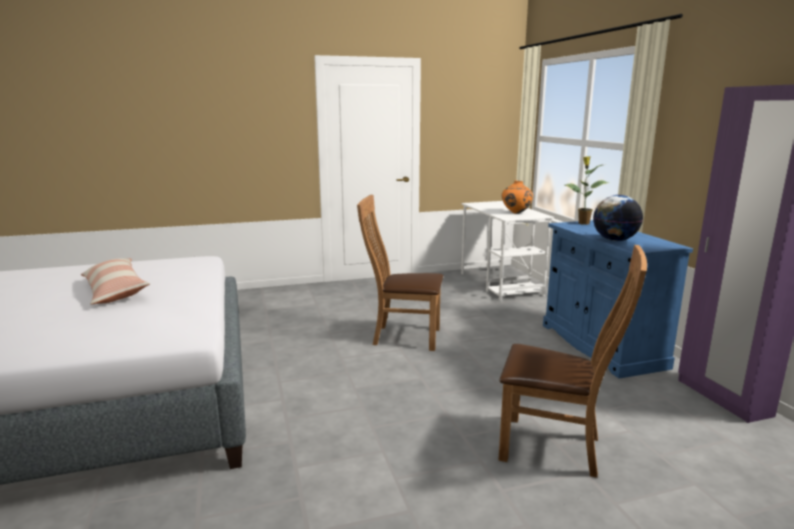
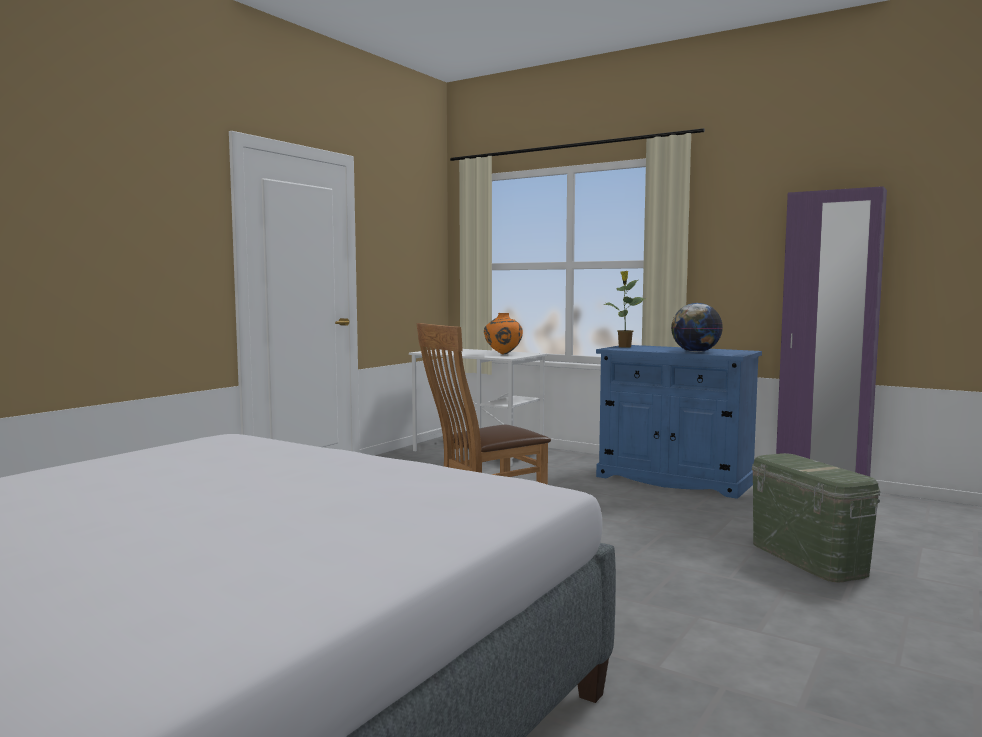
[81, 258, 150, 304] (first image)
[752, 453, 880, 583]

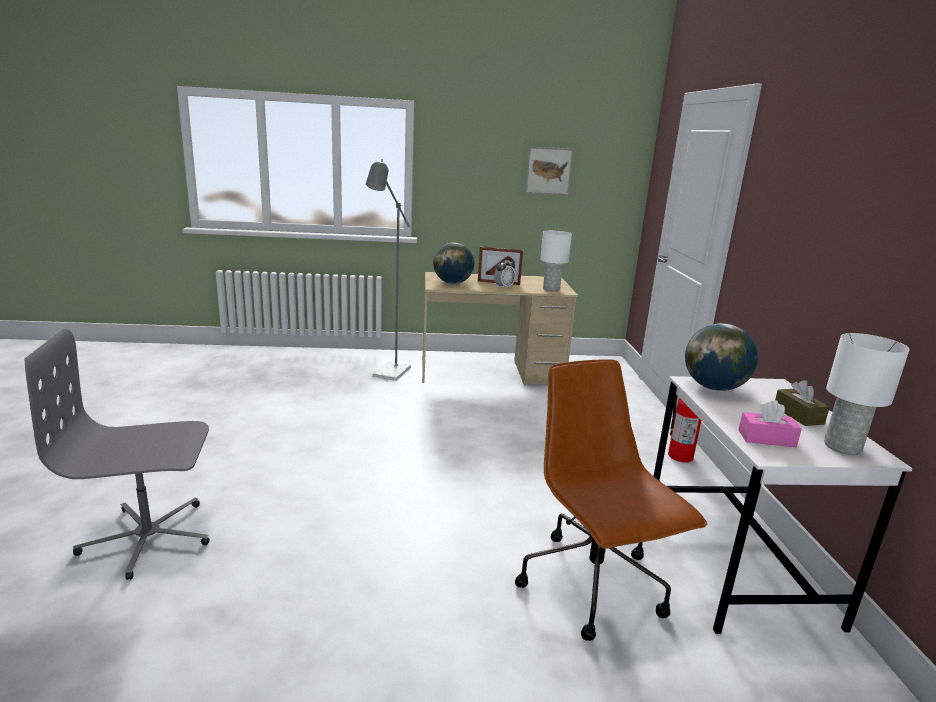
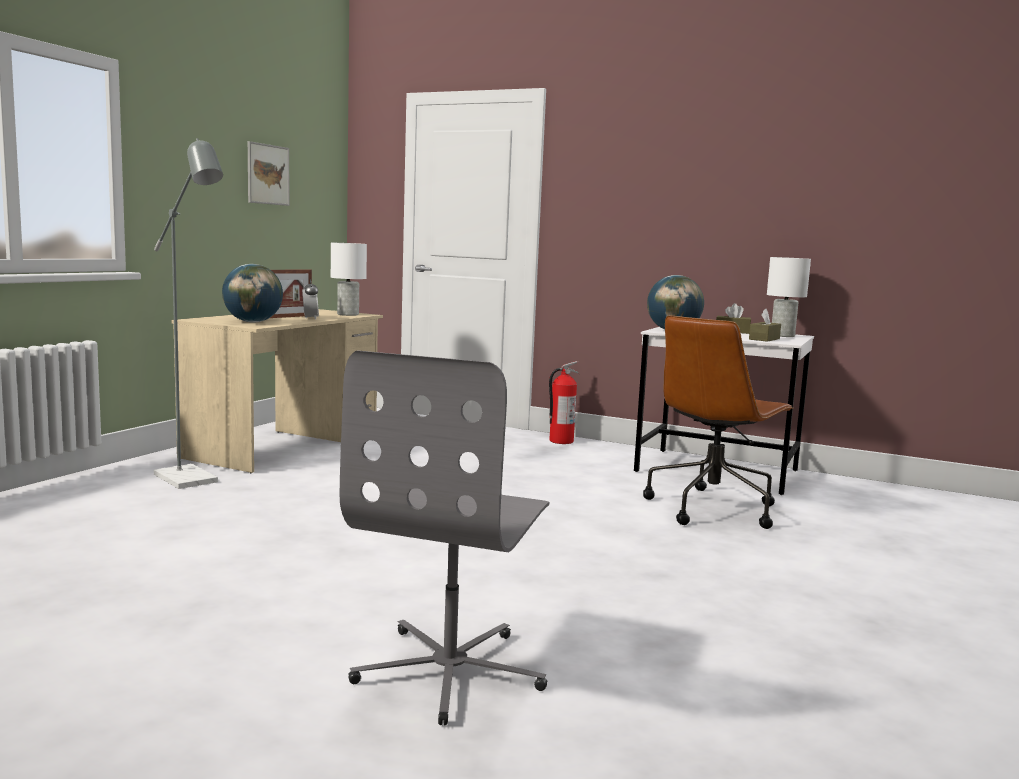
[749, 309, 781, 342]
[643, 316, 793, 529]

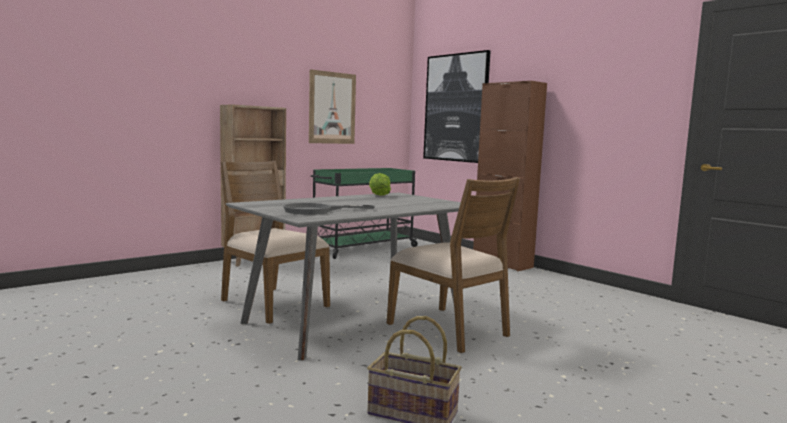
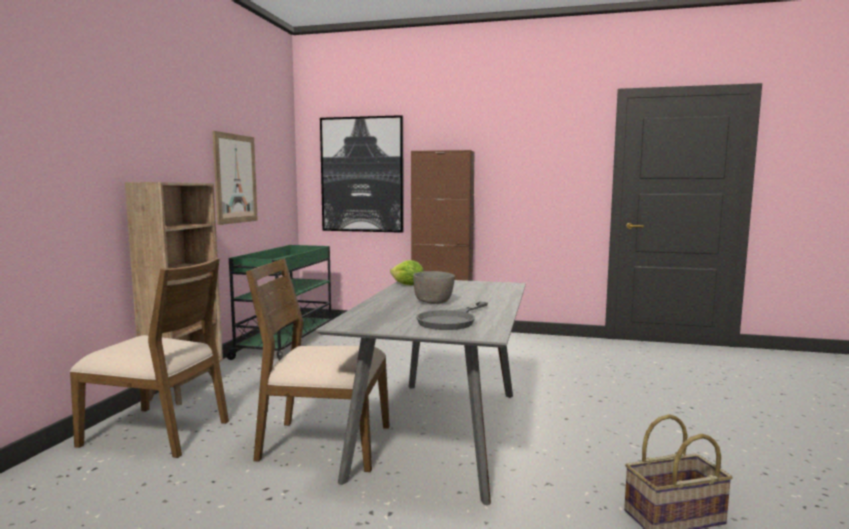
[413, 271, 455, 304]
[69, 257, 229, 458]

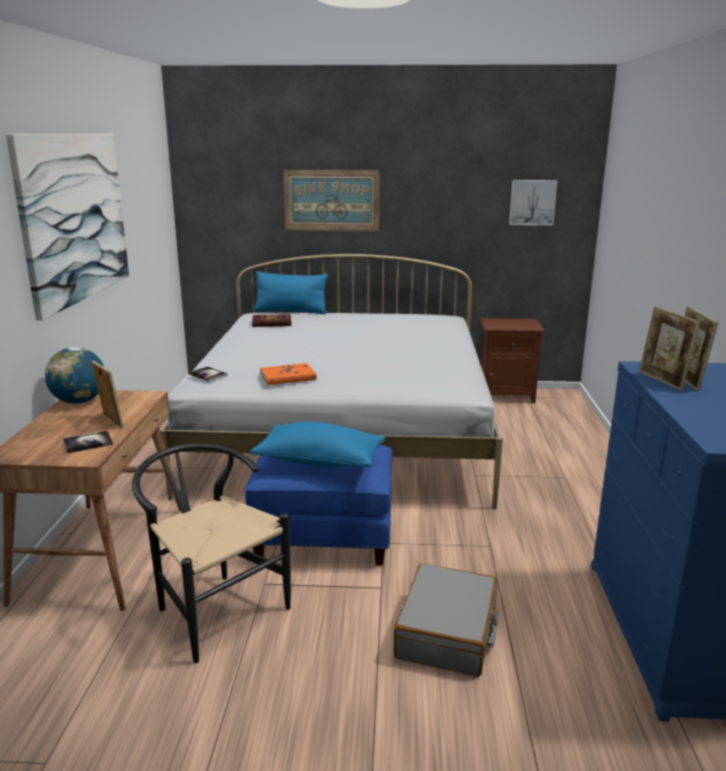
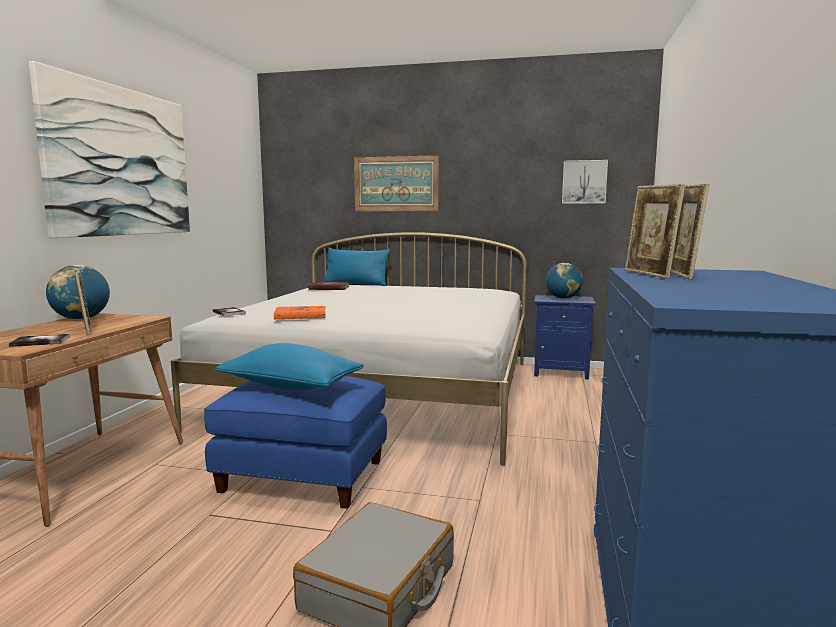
[132, 443, 291, 663] (first image)
[546, 263, 583, 299]
[534, 295, 596, 380]

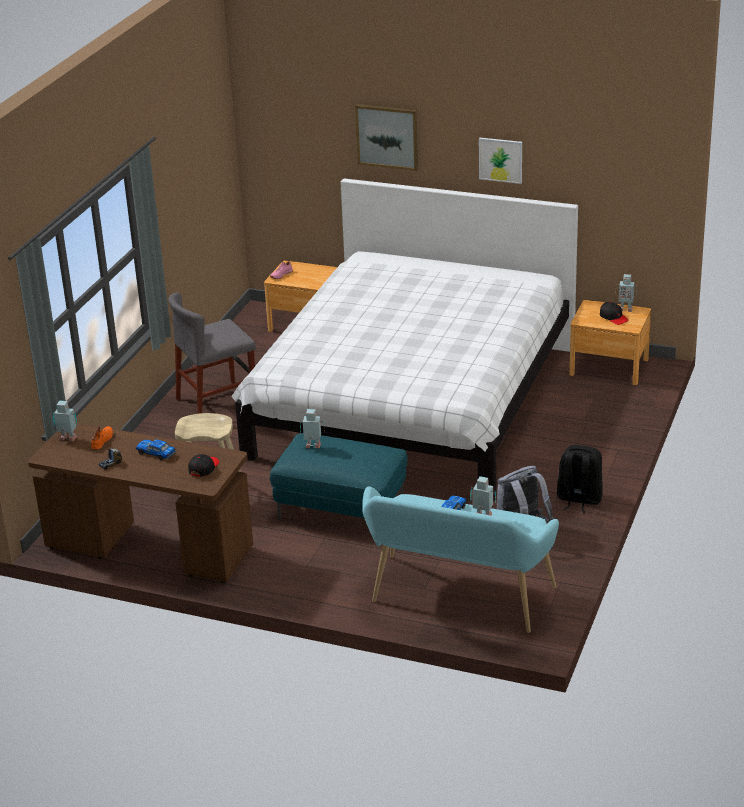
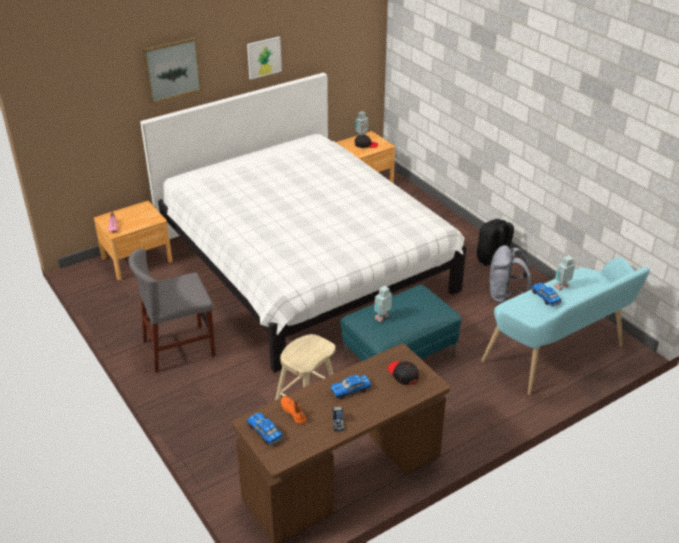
[247, 412, 284, 445]
[129, 248, 216, 373]

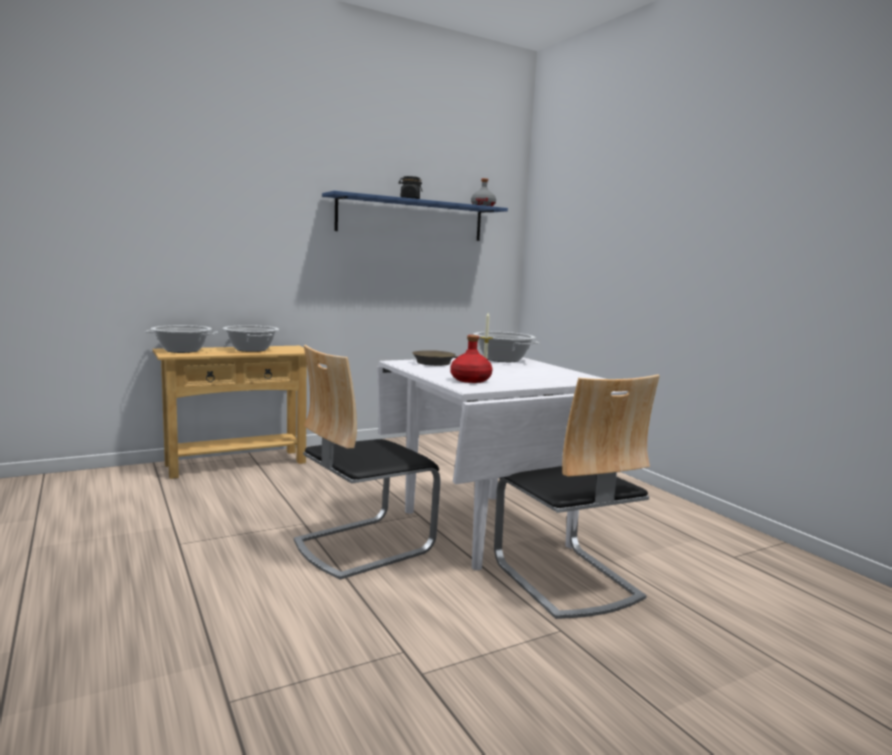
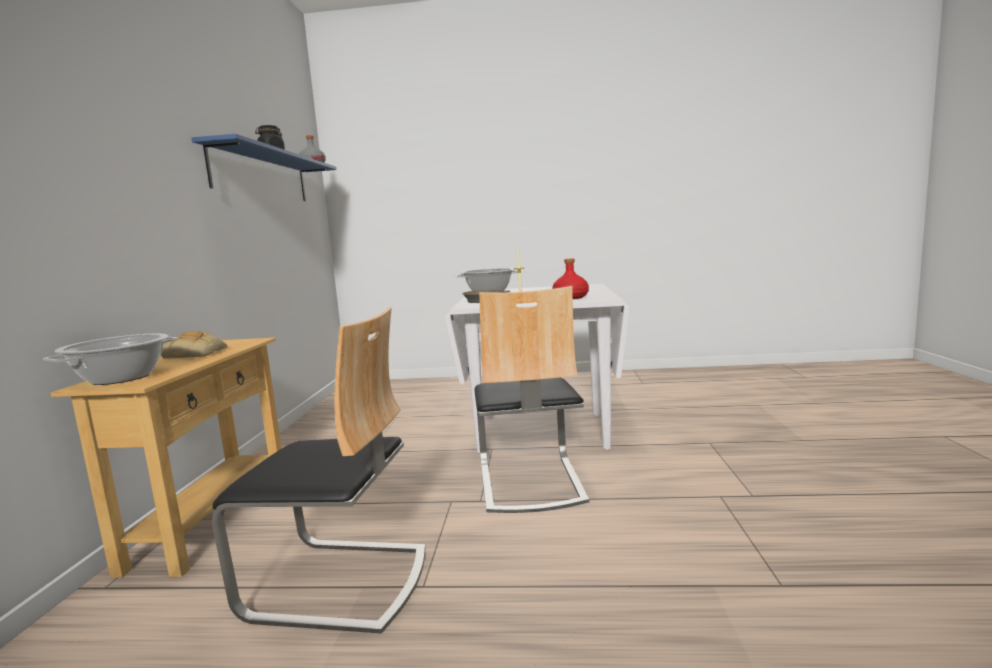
[212, 307, 425, 634]
[161, 331, 227, 359]

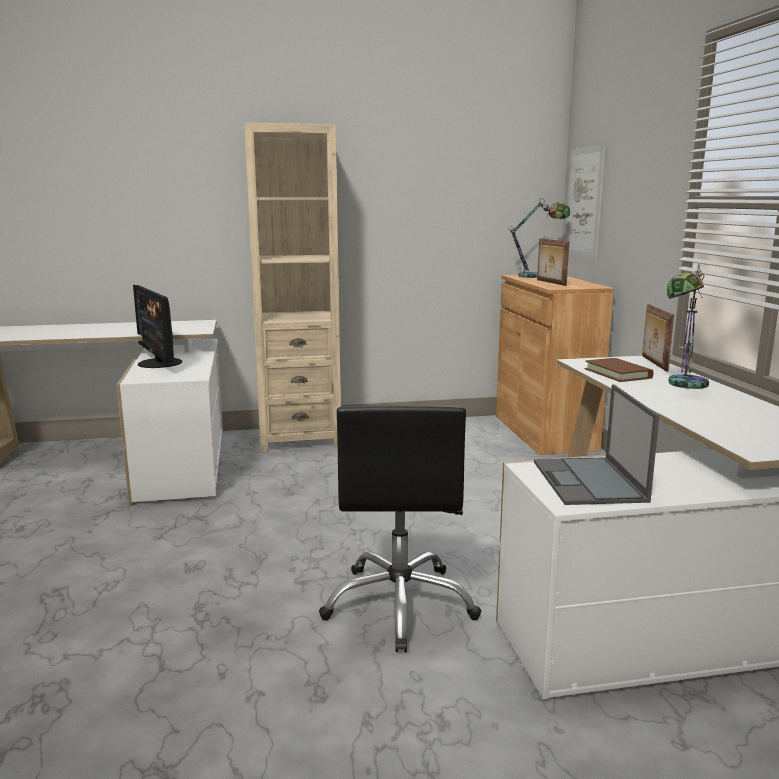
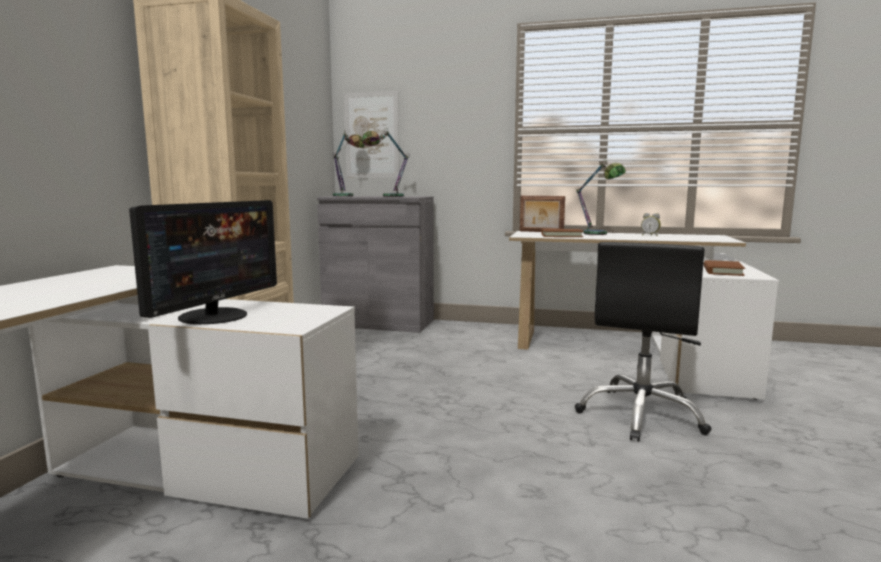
[641, 213, 661, 236]
[704, 260, 745, 276]
[362, 128, 410, 197]
[317, 196, 434, 333]
[129, 200, 277, 324]
[575, 242, 711, 442]

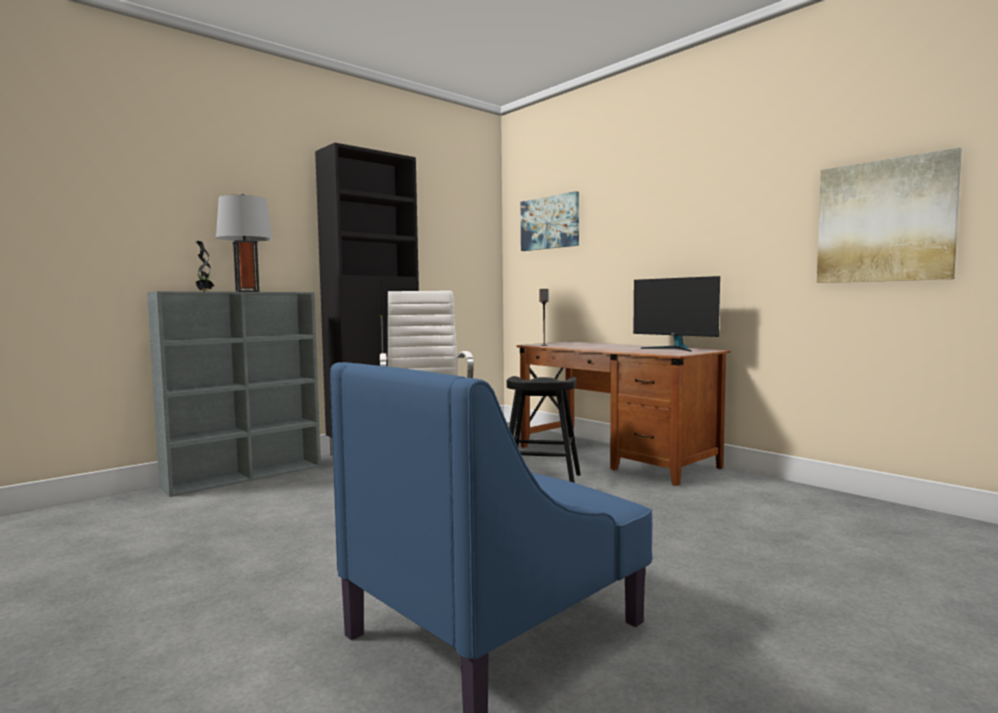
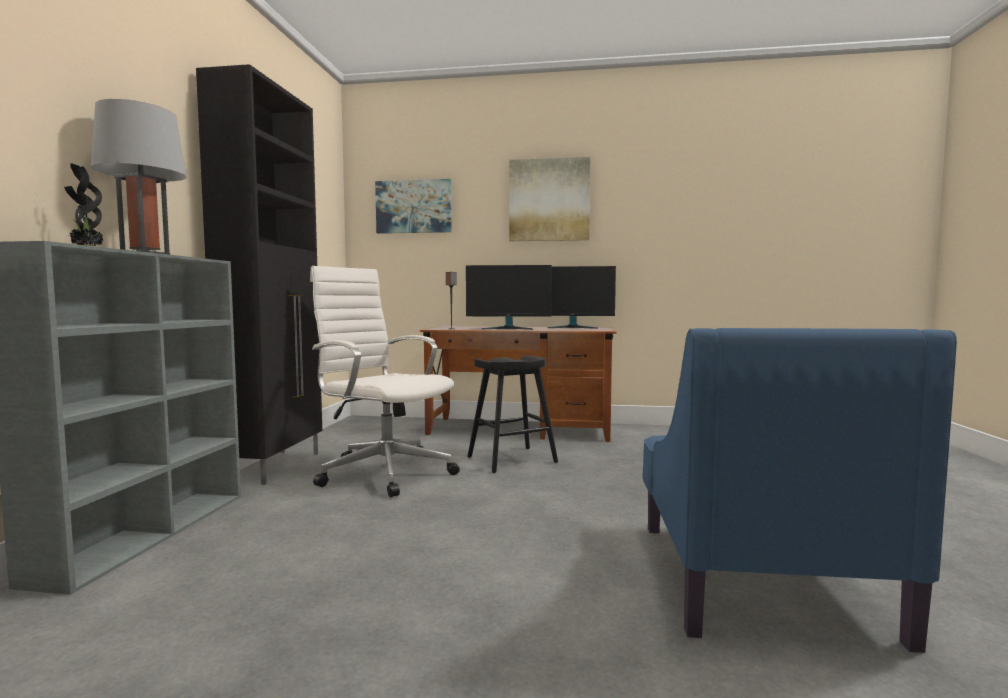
[466, 265, 552, 330]
[509, 157, 590, 241]

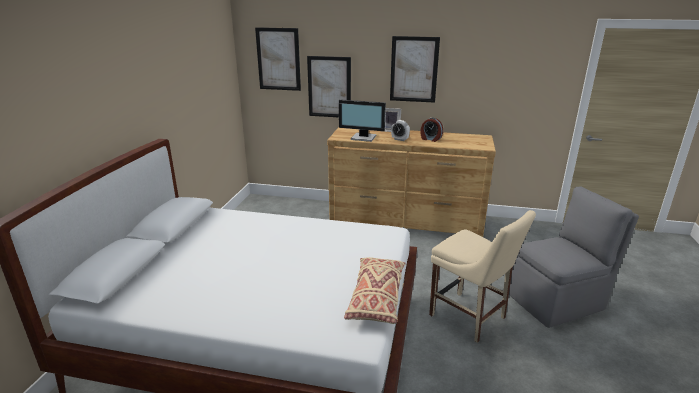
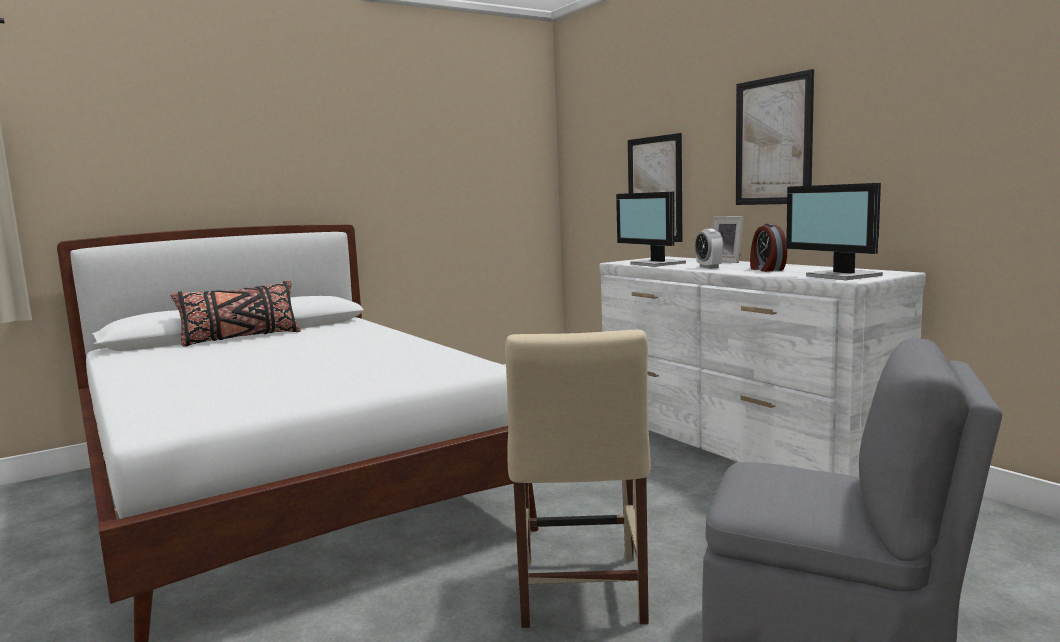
[255, 27, 301, 91] (first image)
[344, 257, 405, 324] (first image)
[171, 280, 301, 347]
[786, 183, 883, 280]
[599, 256, 926, 477]

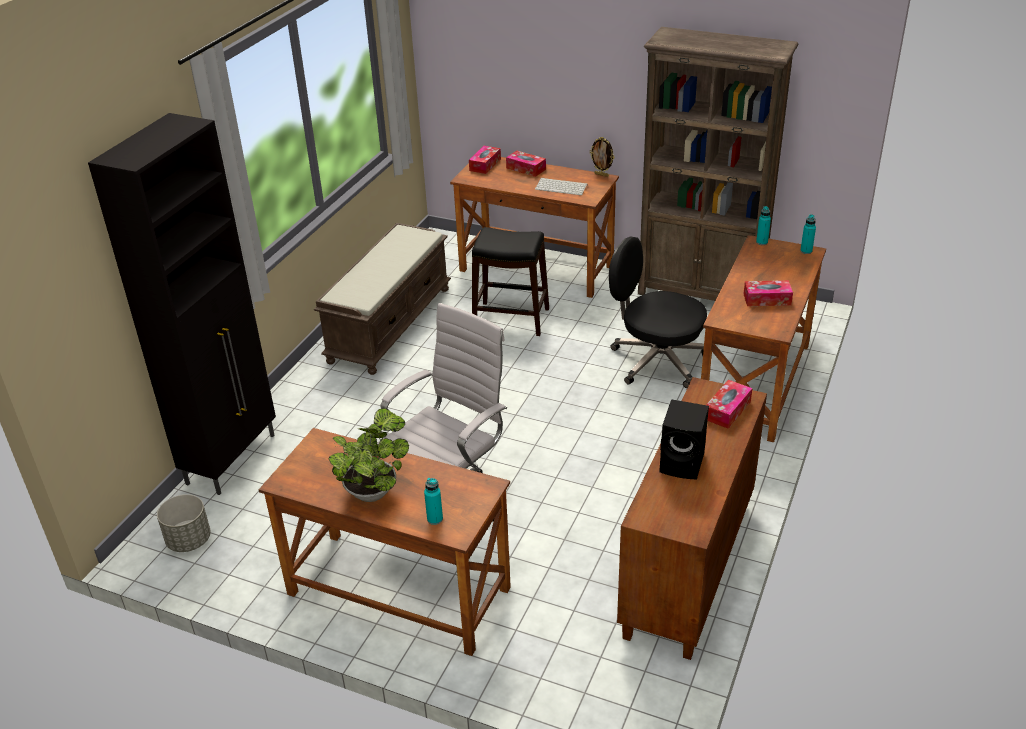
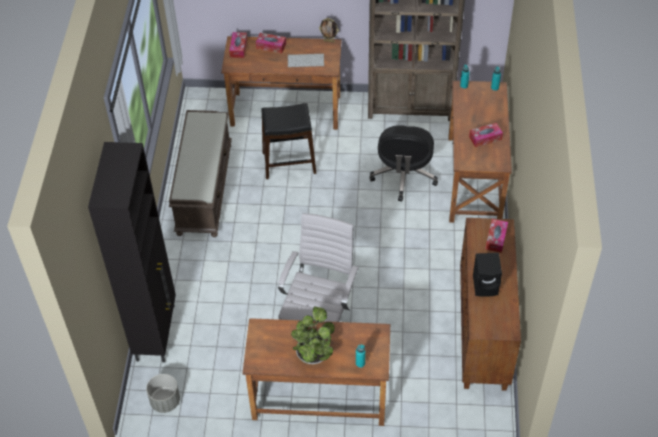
[369, 125, 438, 201]

